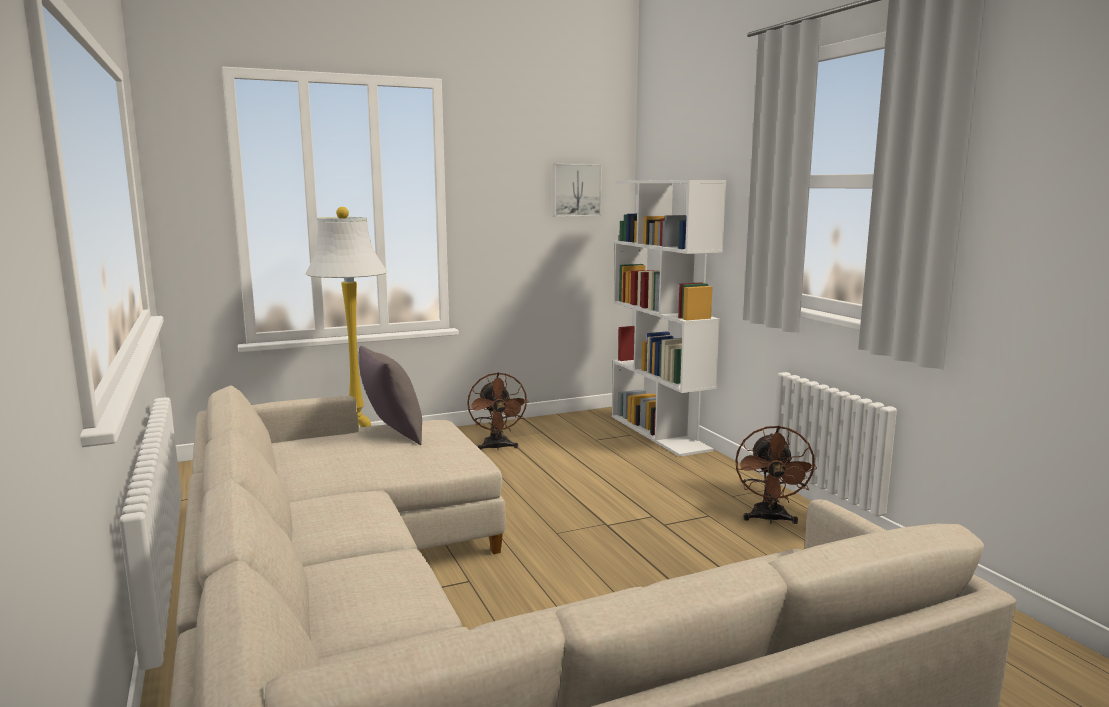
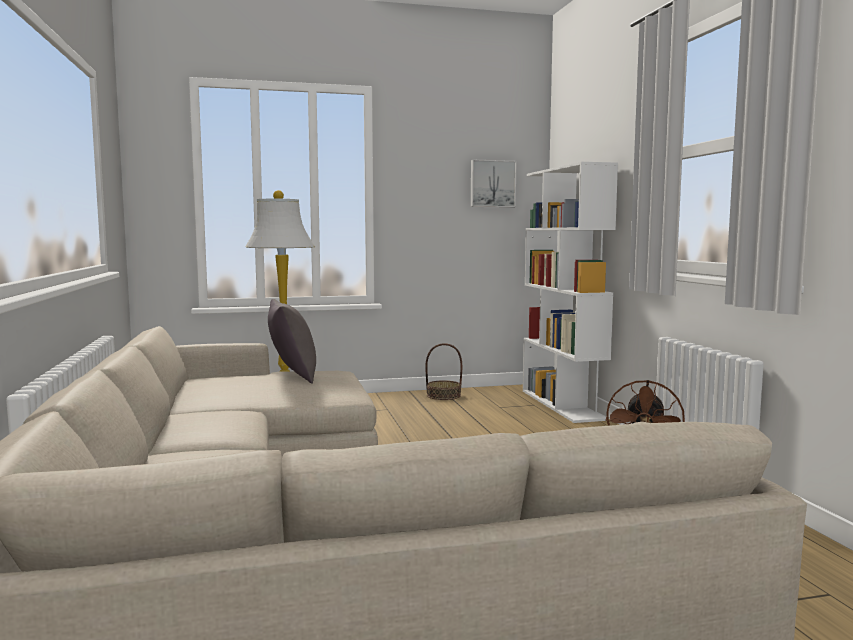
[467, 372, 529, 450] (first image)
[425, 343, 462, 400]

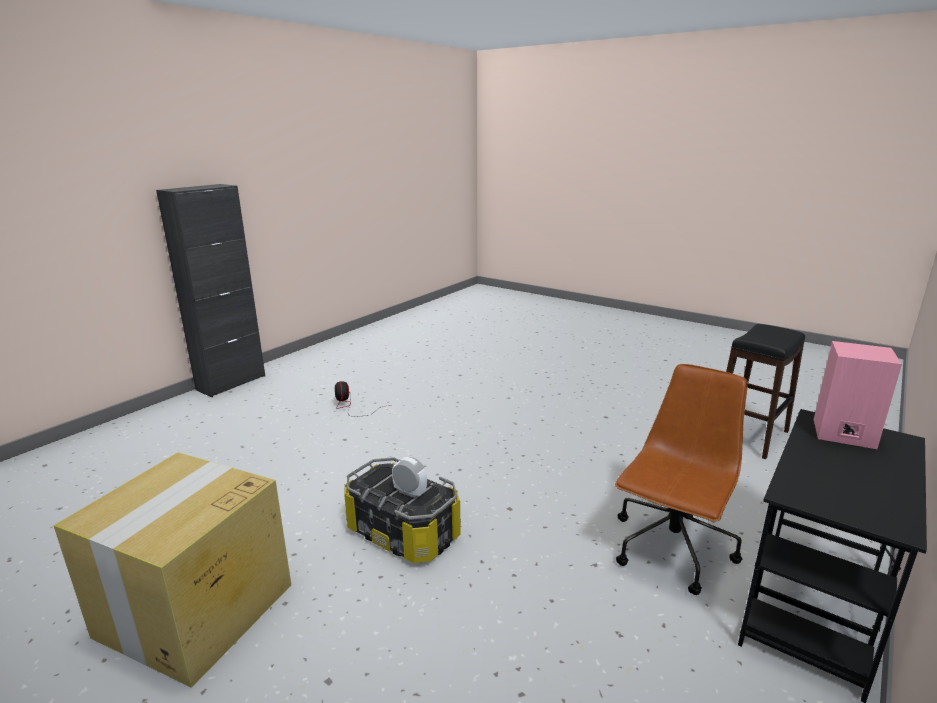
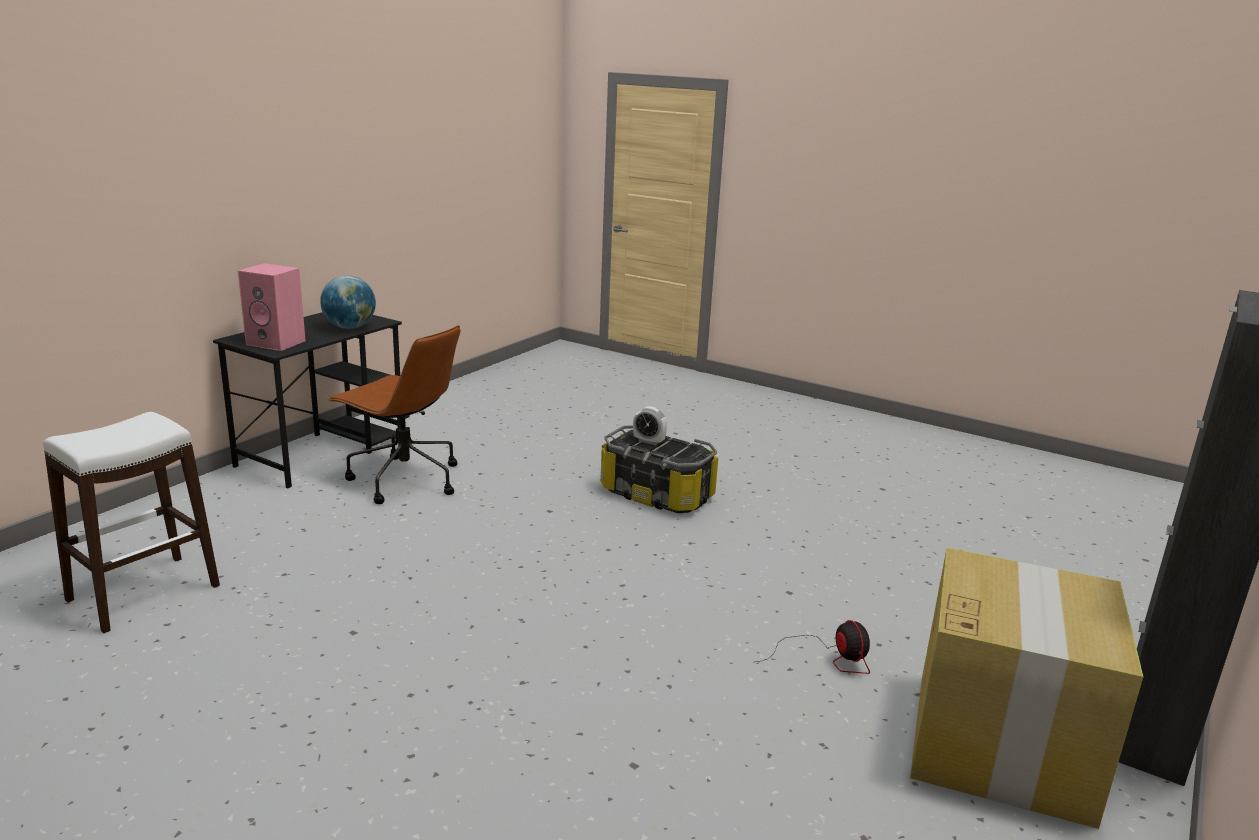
[320, 275, 376, 329]
[910, 548, 1143, 829]
[43, 412, 220, 633]
[328, 325, 460, 504]

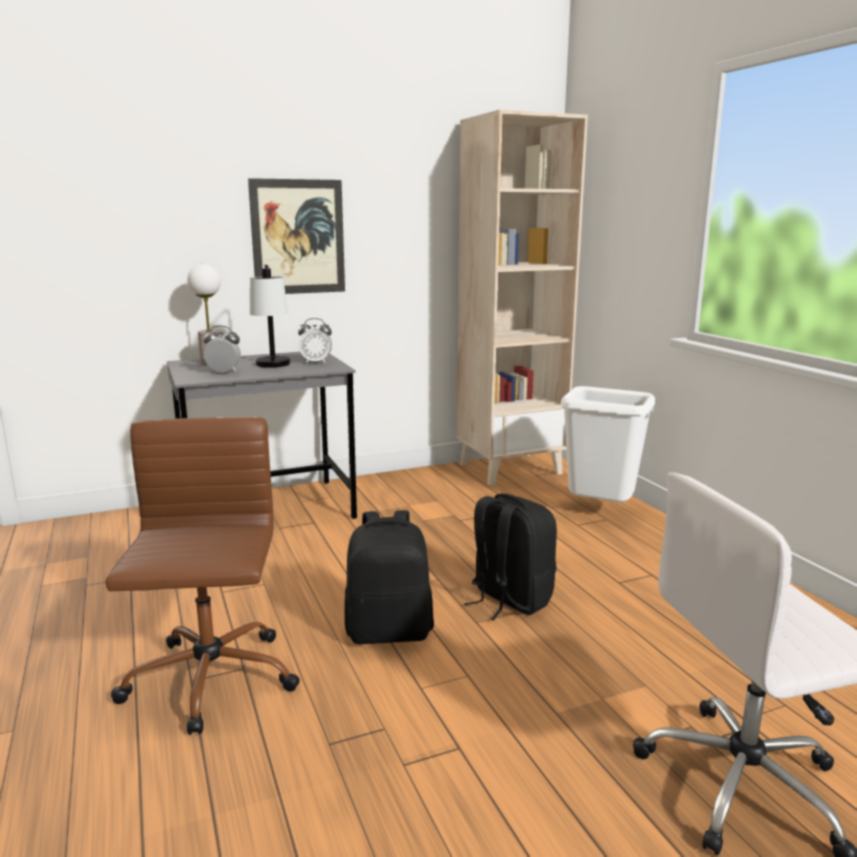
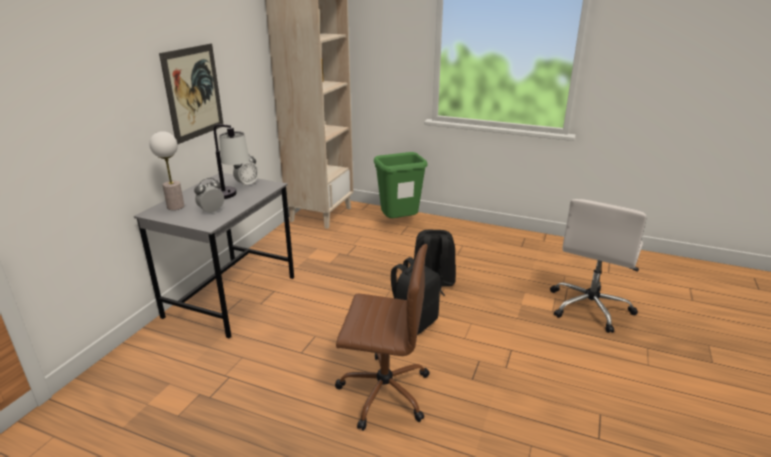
[374, 152, 428, 218]
[335, 244, 429, 431]

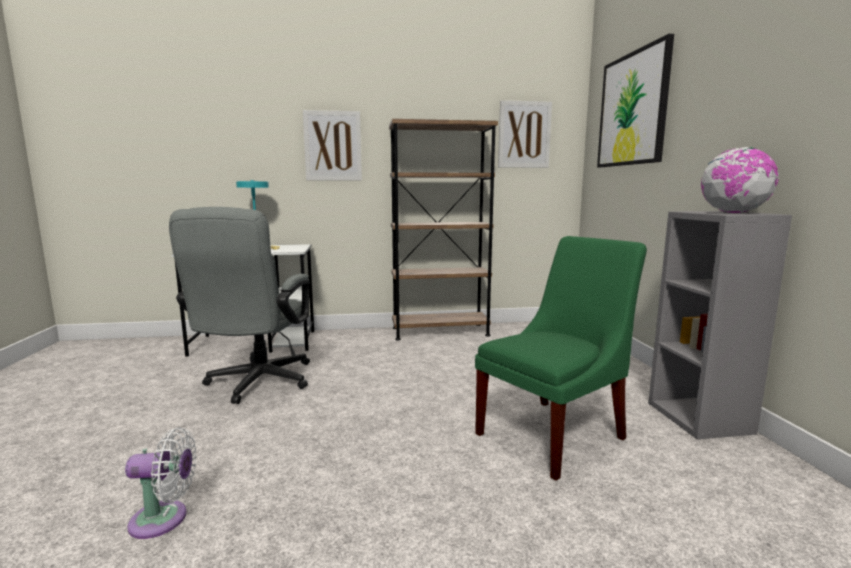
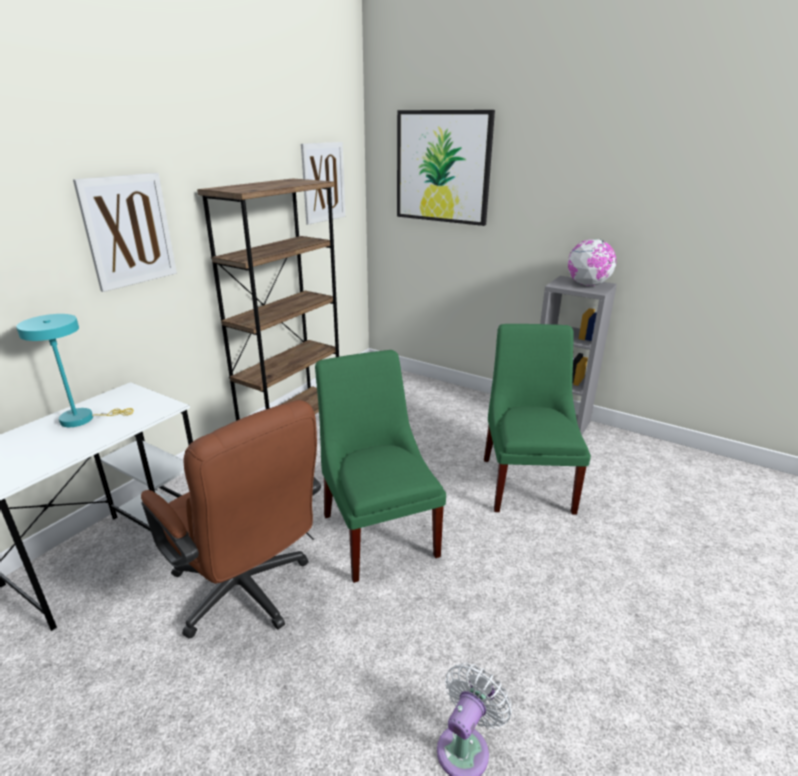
[315, 350, 446, 583]
[141, 400, 321, 639]

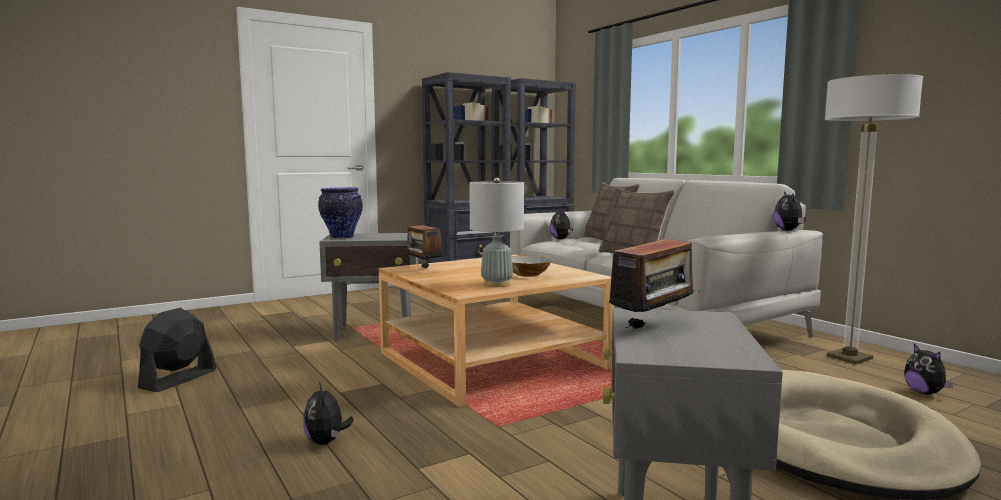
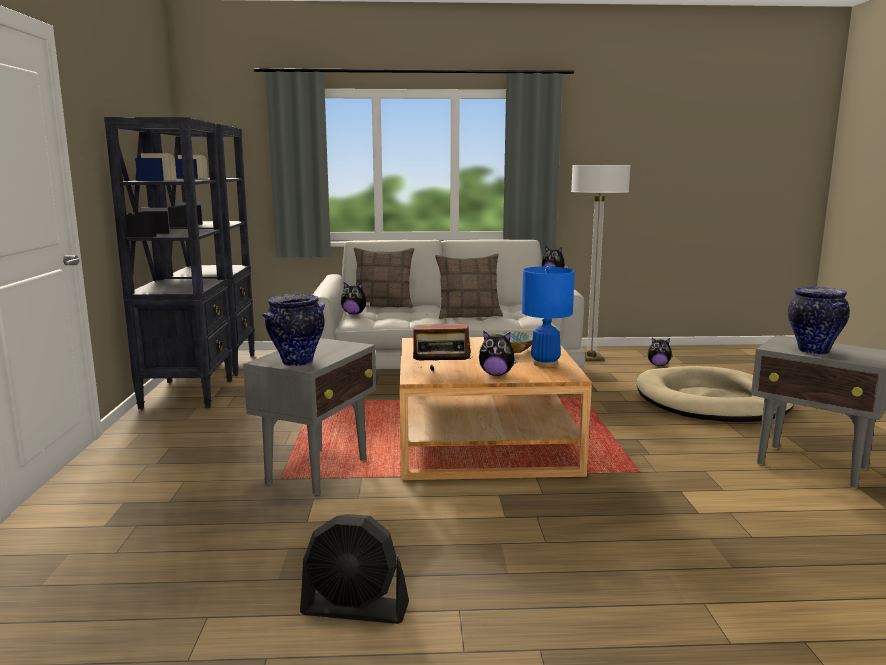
[479, 331, 519, 376]
[788, 287, 850, 355]
[522, 266, 575, 367]
[300, 514, 409, 624]

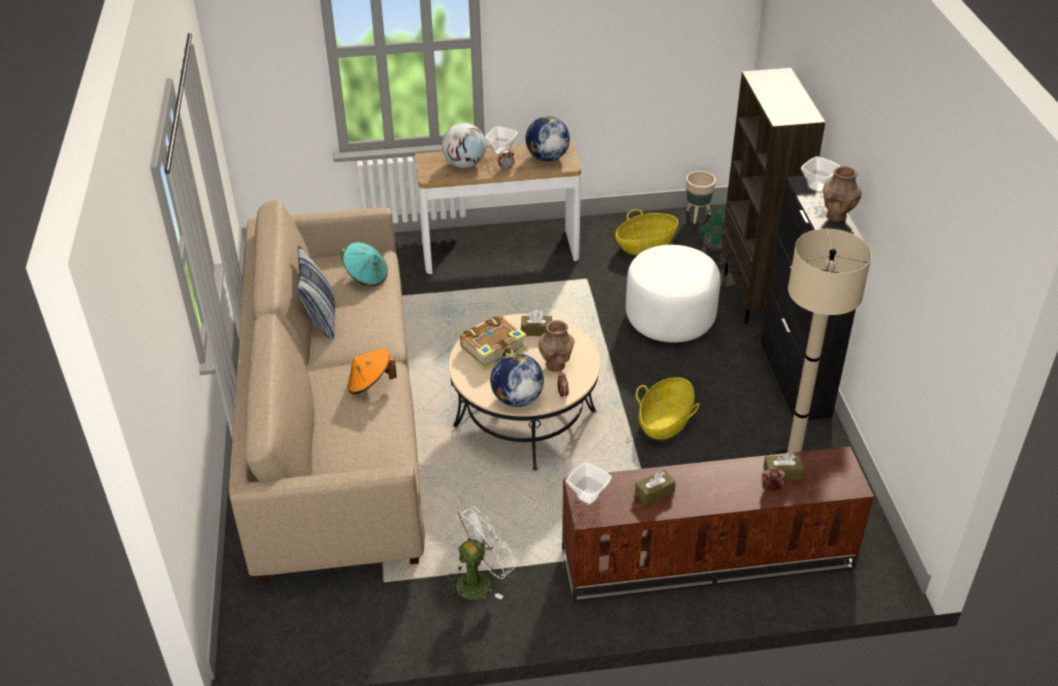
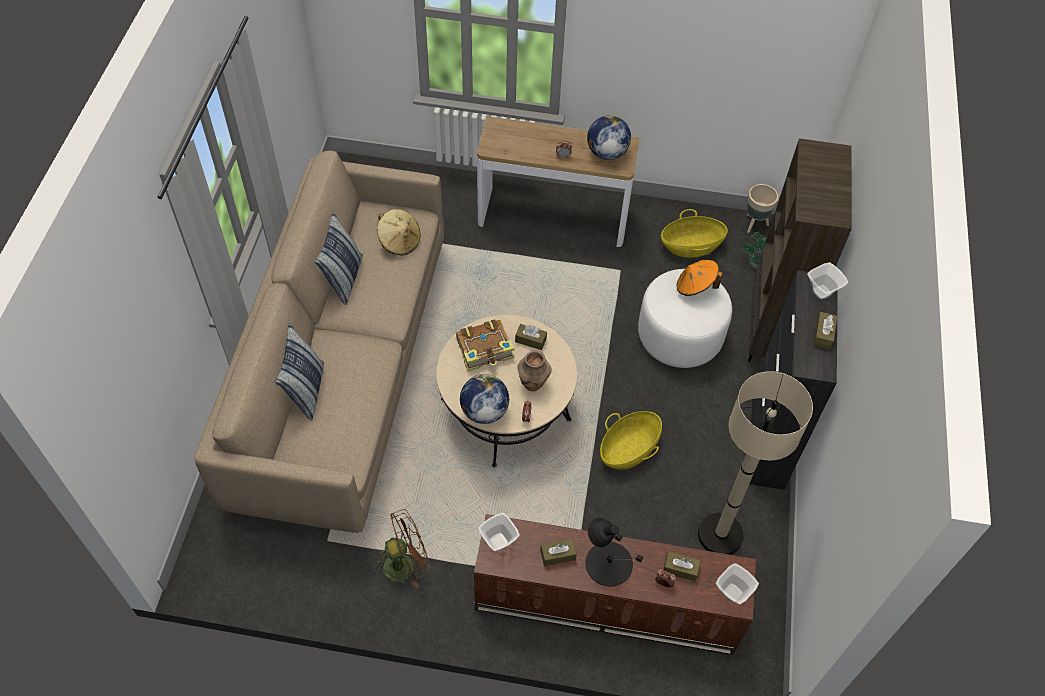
[442, 123, 486, 168] (first image)
[275, 323, 324, 420]
[585, 518, 643, 587]
[676, 260, 722, 296]
[716, 563, 759, 605]
[813, 312, 838, 349]
[377, 209, 420, 255]
[373, 509, 429, 588]

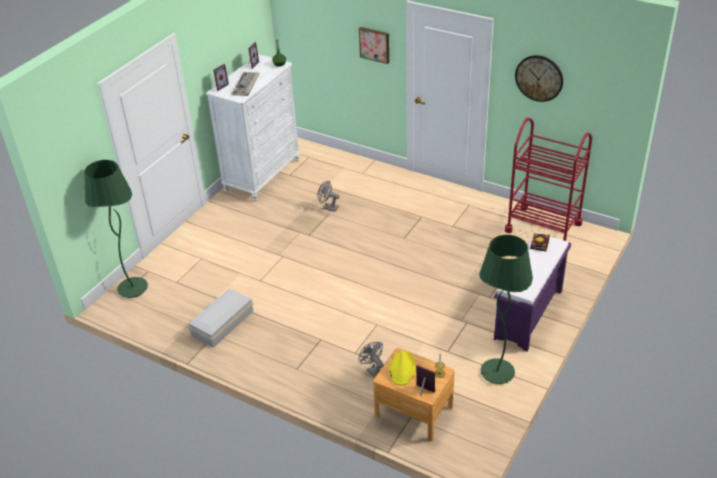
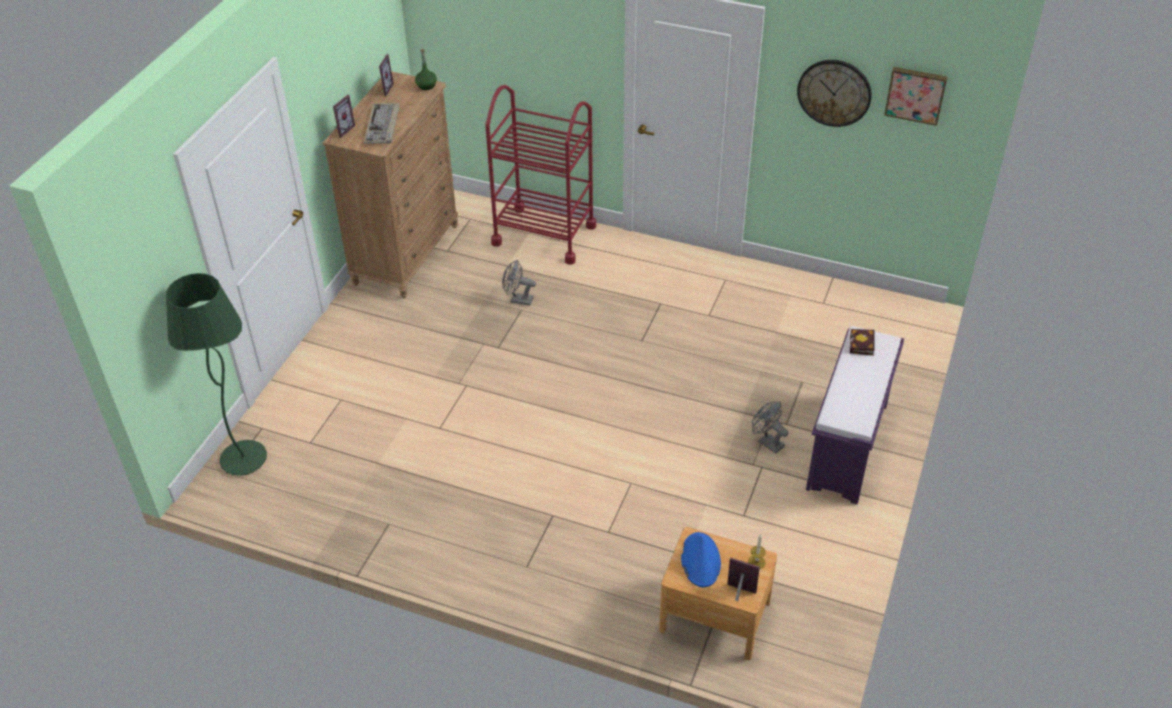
[189, 288, 253, 348] (first image)
[479, 235, 533, 384] (first image)
[752, 401, 788, 454]
[884, 67, 947, 126]
[485, 85, 596, 265]
[322, 72, 458, 298]
[681, 532, 721, 587]

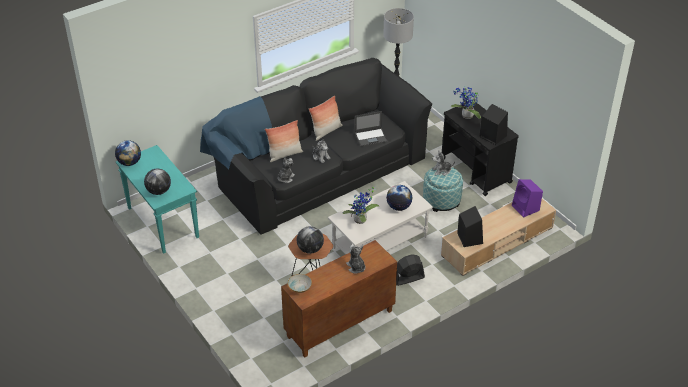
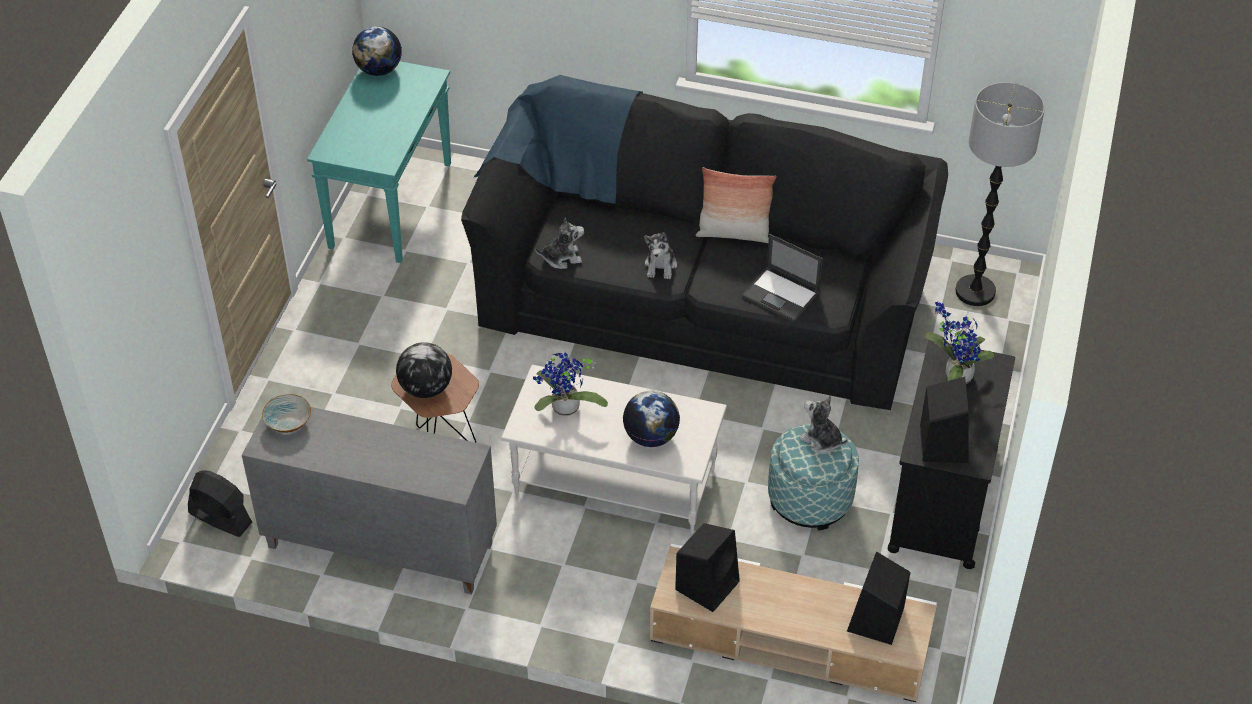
[144, 169, 171, 195] (first image)
[265, 120, 303, 162] (first image)
[346, 245, 366, 274] (first image)
[188, 470, 252, 537]
[242, 399, 497, 595]
[847, 551, 911, 645]

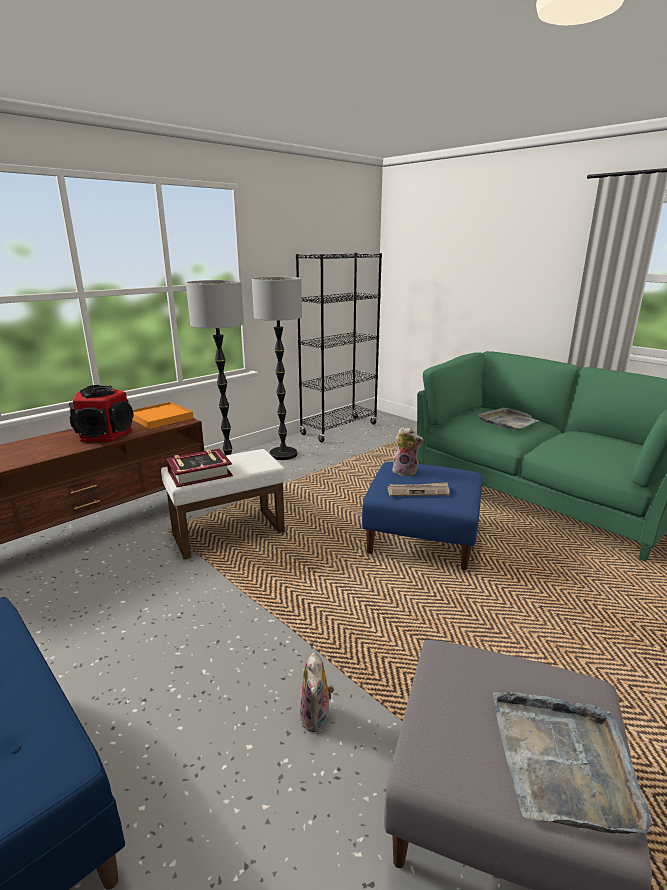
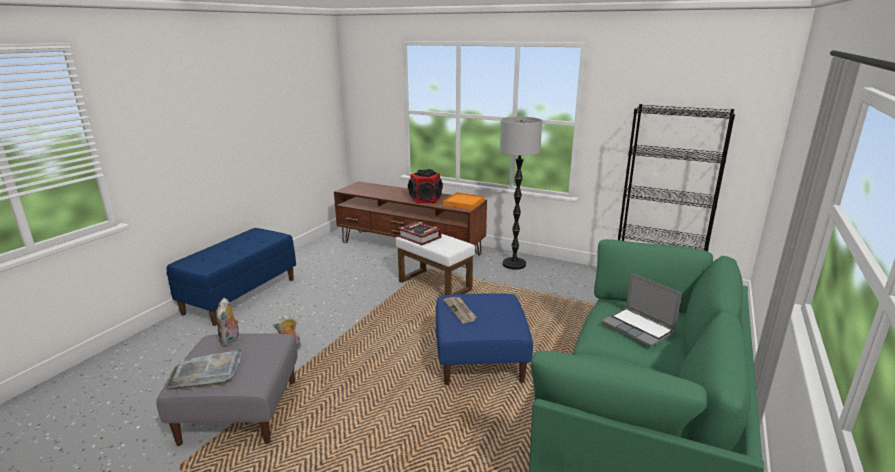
[252, 277, 302, 460] (first image)
[216, 298, 239, 347]
[602, 273, 682, 347]

